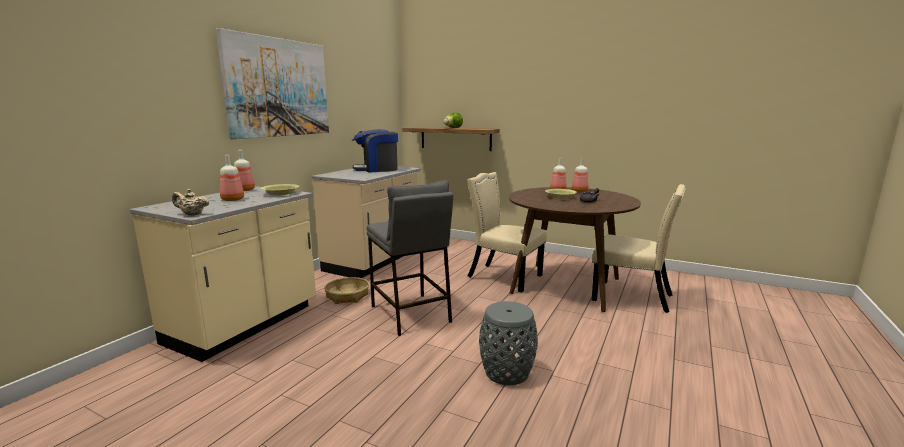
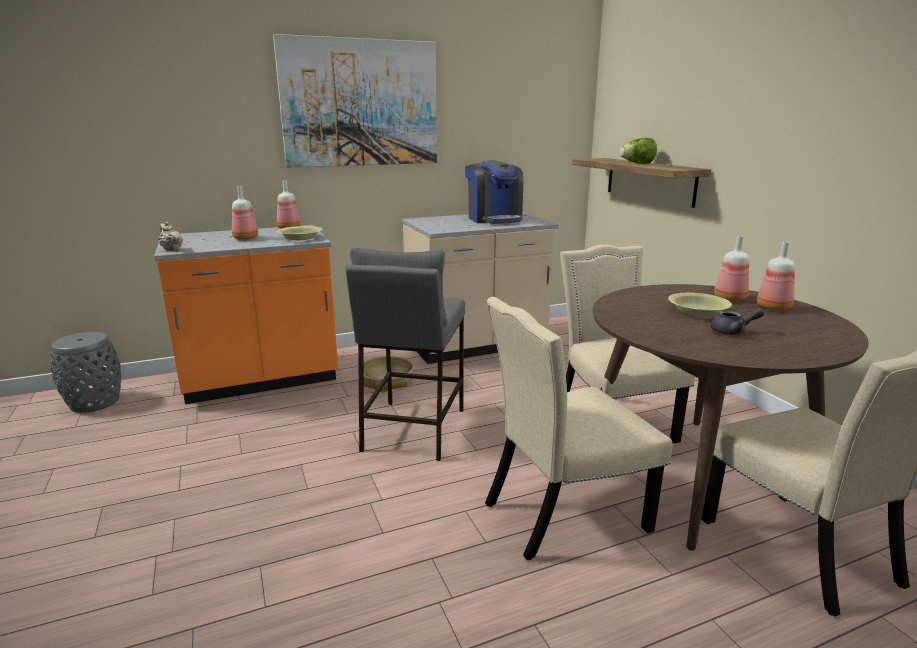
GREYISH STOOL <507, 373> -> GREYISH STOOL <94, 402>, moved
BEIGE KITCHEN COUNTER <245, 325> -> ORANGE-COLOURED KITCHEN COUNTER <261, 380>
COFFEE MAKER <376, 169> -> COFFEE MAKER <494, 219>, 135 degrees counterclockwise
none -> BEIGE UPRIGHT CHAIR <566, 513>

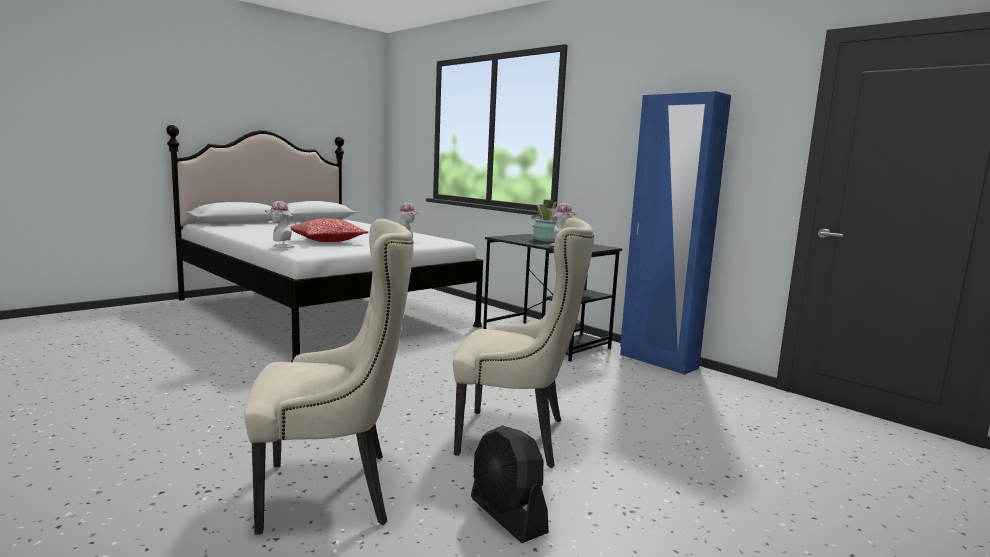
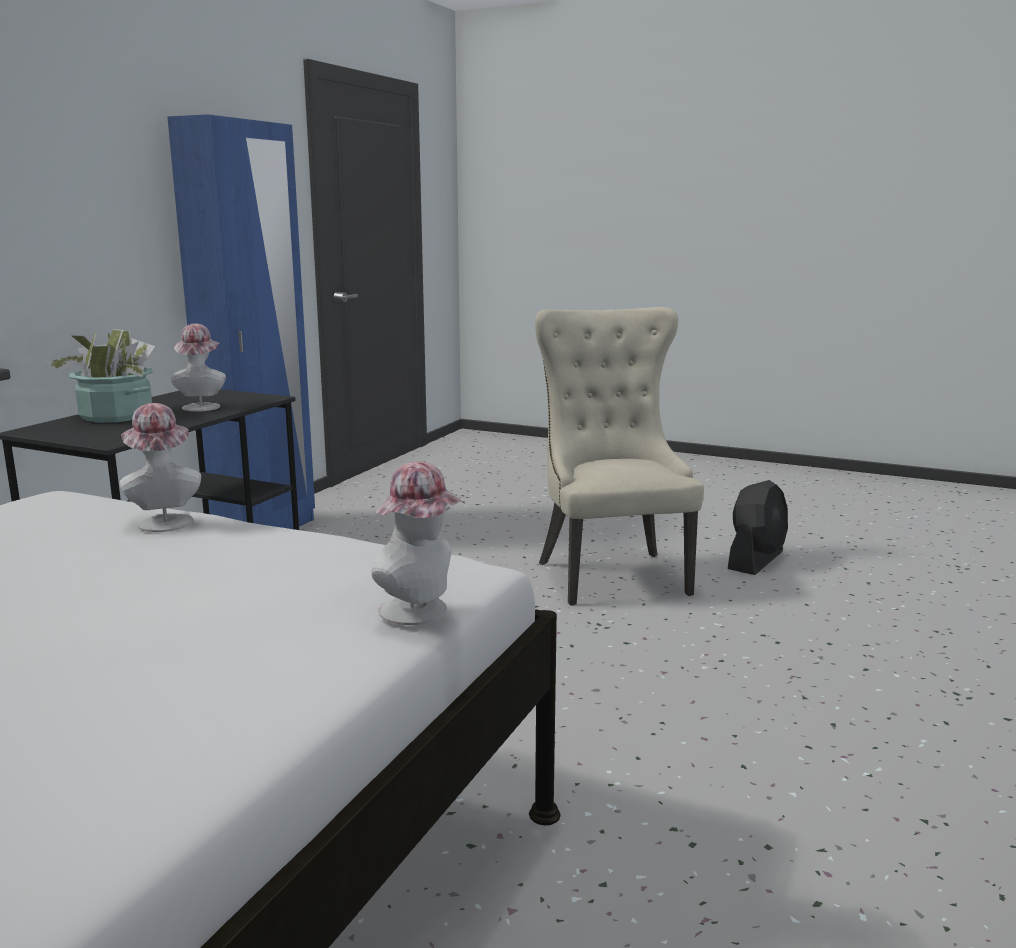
BEIGE UPRIGHT CHAIR <332, 491> -> none
THROW PILLOW <327, 240> -> none

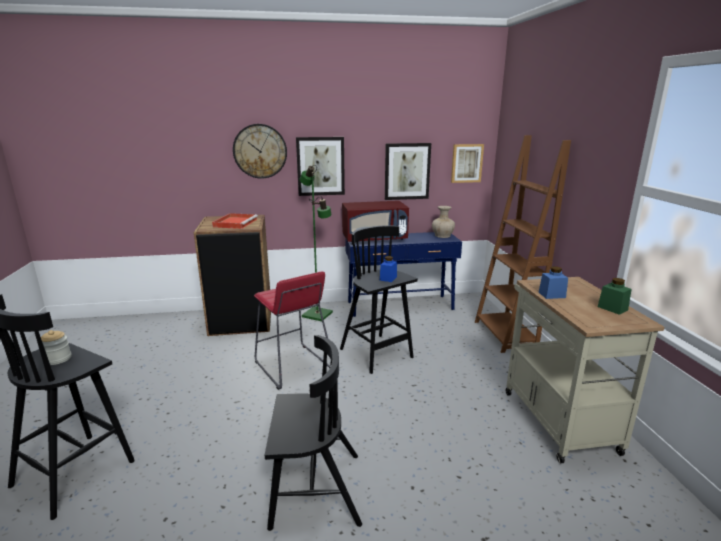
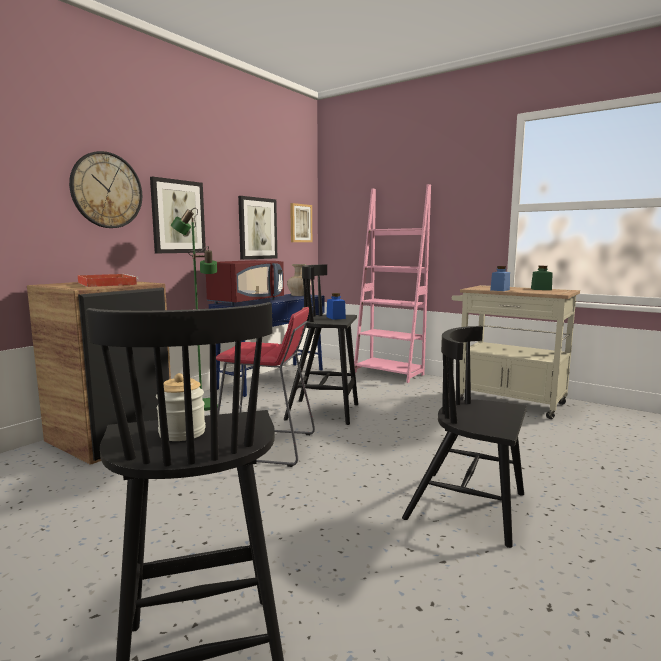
BROWN SHELVING UNIT <505, 335> -> PINKISH SHELVING UNIT <388, 373>
BLACK-COLOURED UPRIGHT CHAIR <310, 489> -> BLACK-COLOURED UPRIGHT CHAIR <473, 507>, 105 degrees counterclockwise

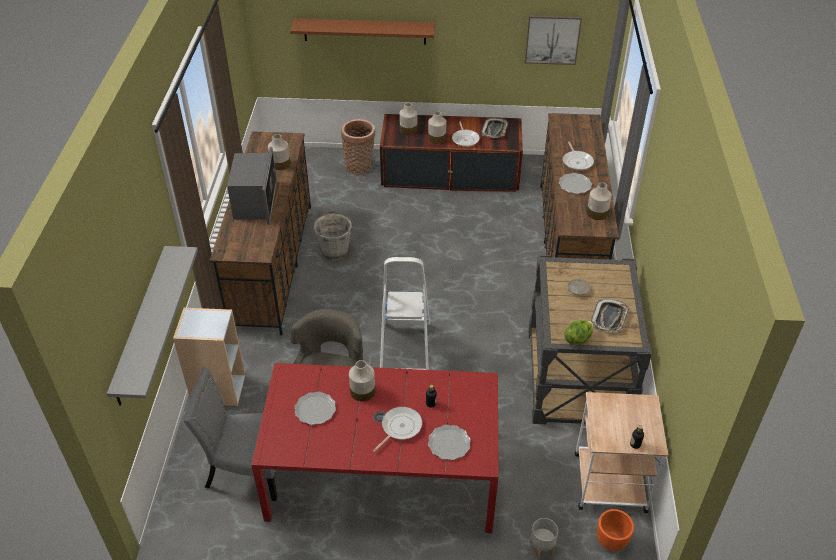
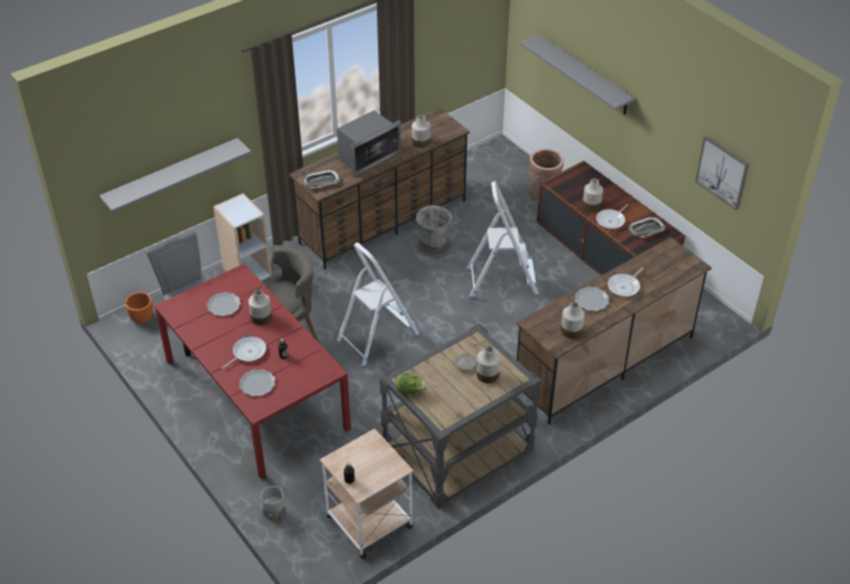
ORANGE-COLOURED PLANT POT <611, 541> -> ORANGE-COLOURED PLANT POT <141, 318>, moved
SKILLET <400, 427> -> SKILLET <247, 352>, 45 degrees counterclockwise
CARRYING TRAY <609, 318> -> CARRYING TRAY <321, 182>, moved
none -> WHITE STEPLADDER <503, 283>
BEIGE FLOWER VASE <408, 129> -> BEIGE FLOWER VASE <487, 375>, moved
BROWN BRACKET SHELF <364, 31> -> GREYISH BRACKET SHELF <584, 75>

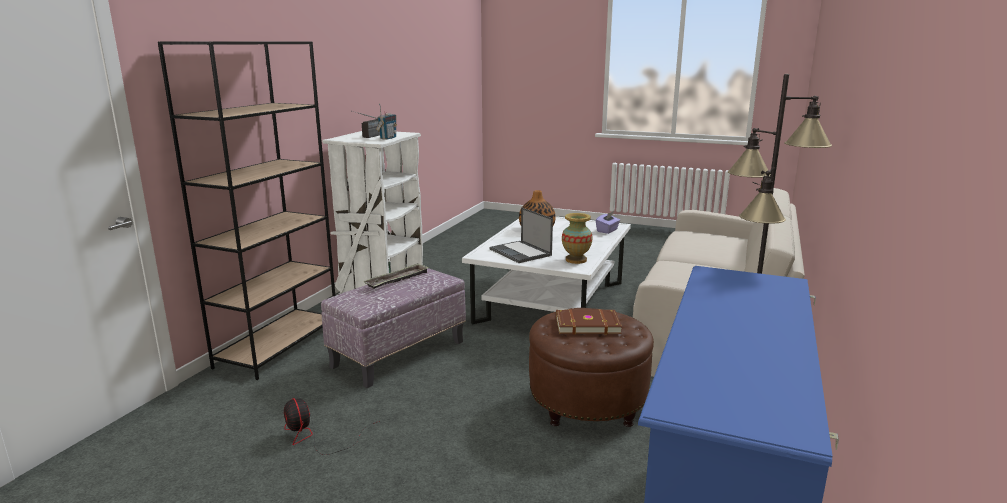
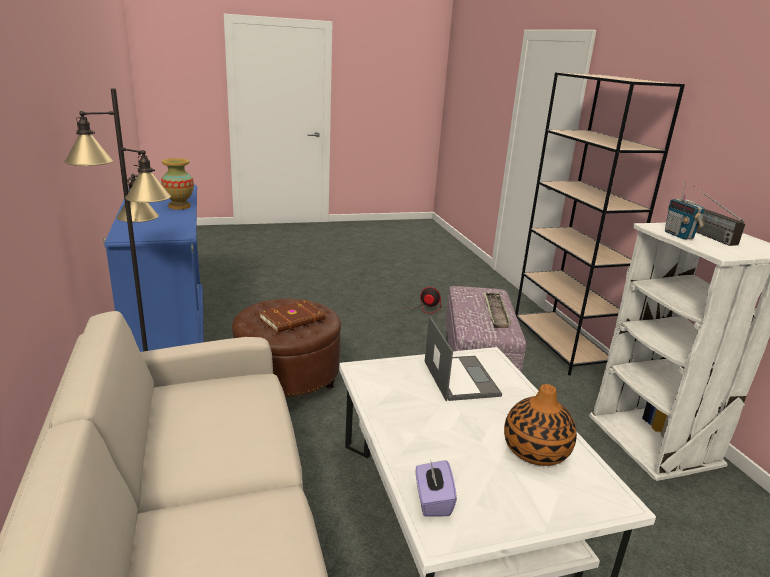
FLOWER VASE <576, 260> -> FLOWER VASE <179, 206>, moved
LAPTOP <521, 252> -> LAPTOP <460, 378>, 60 degrees clockwise

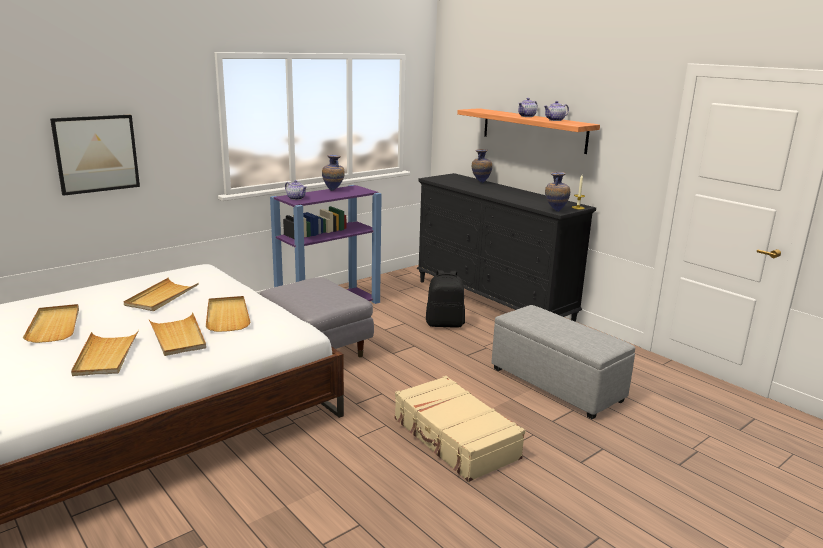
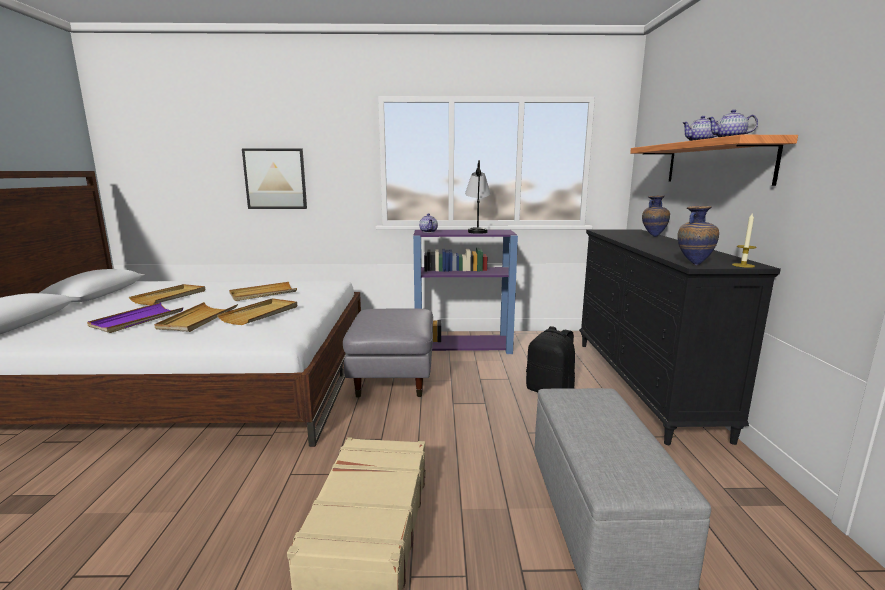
BEIGE CARRYING TRAY <106, 356> -> PURPLE CARRYING TRAY <137, 320>
FLOWER VASE <333, 190> -> LAMP FOR A TABLE <477, 230>

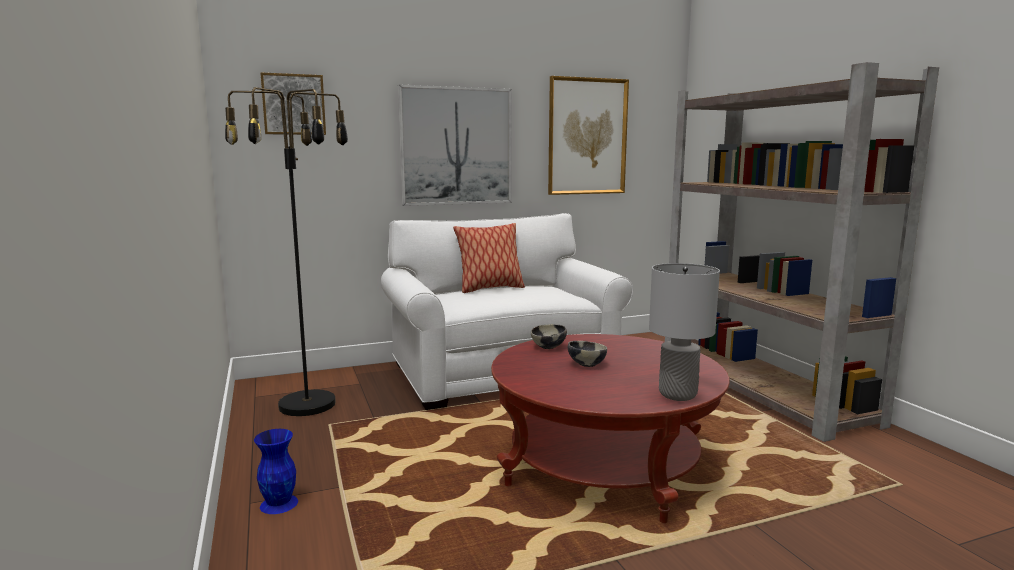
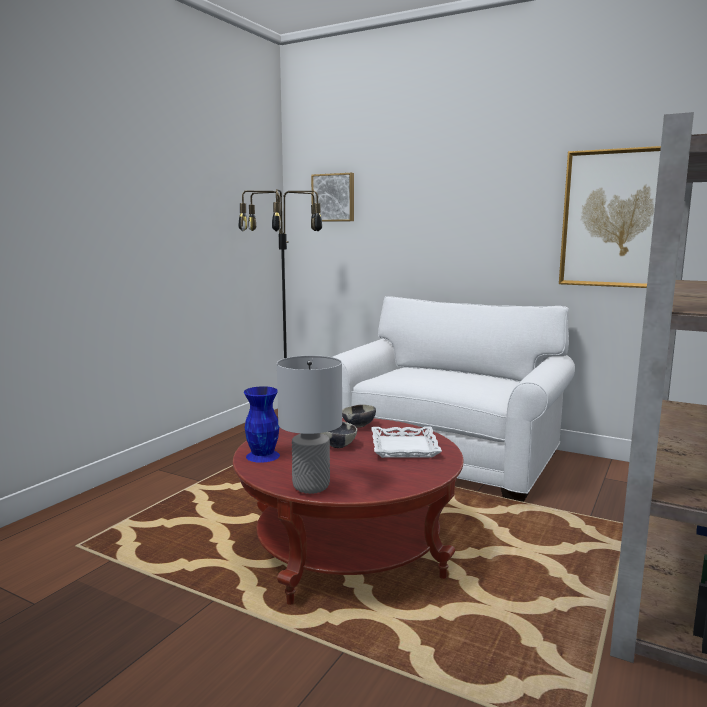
BLUE FLOWER VASE <279, 503> -> BLUE FLOWER VASE <263, 456>, moved
none -> WHITE CARRYING TRAY <405, 447>
PICTURE <456, 146> -> none
THROW PILLOW <490, 289> -> none

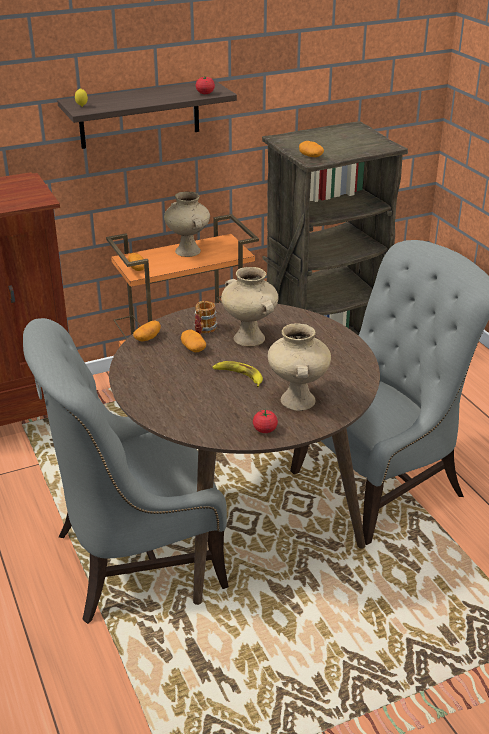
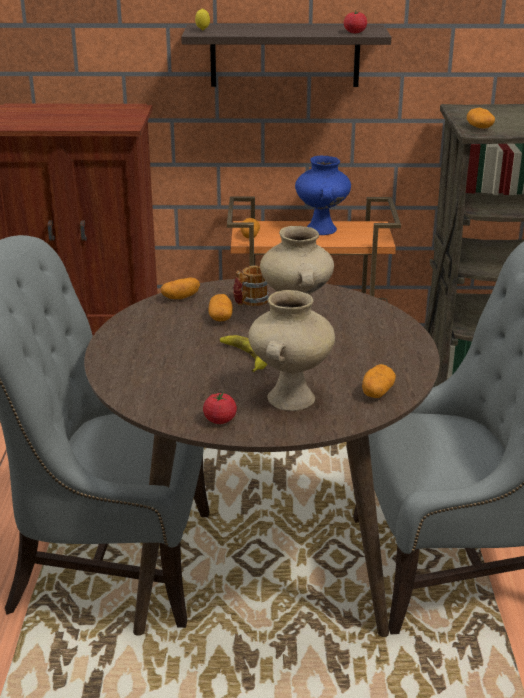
BEIGE FLOWER VASE <188, 251> -> BLUE FLOWER VASE <322, 230>
none -> WHOLE POTATO <377, 392>

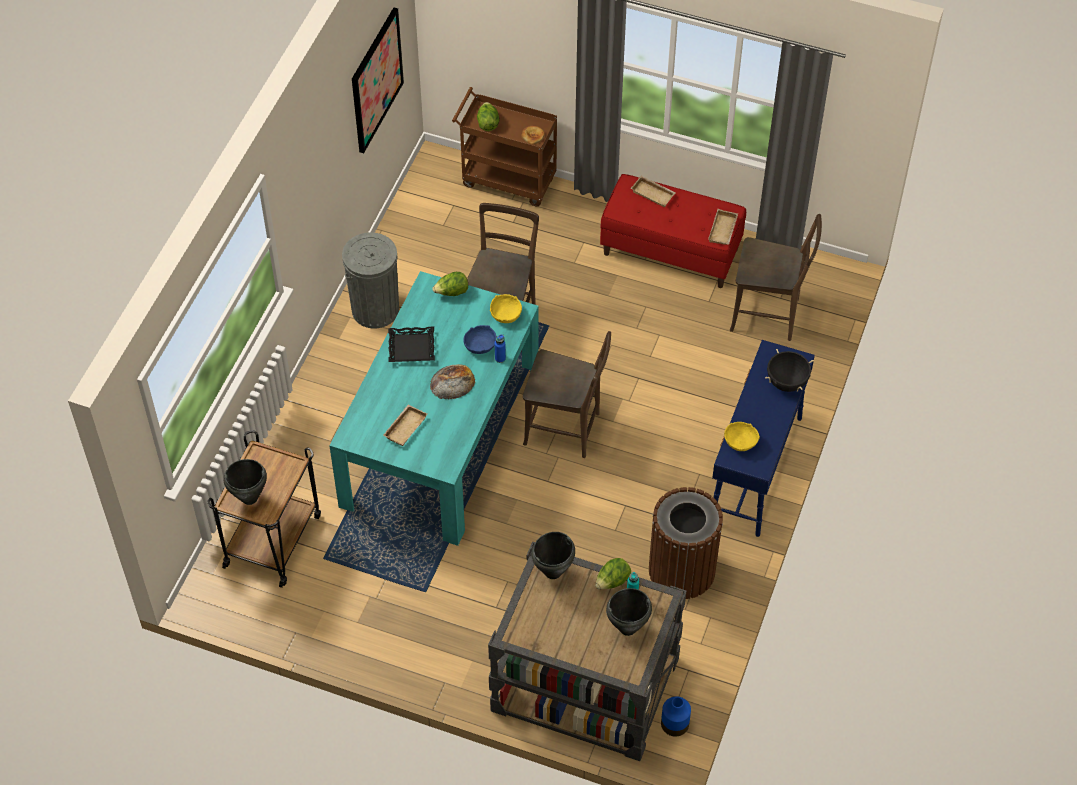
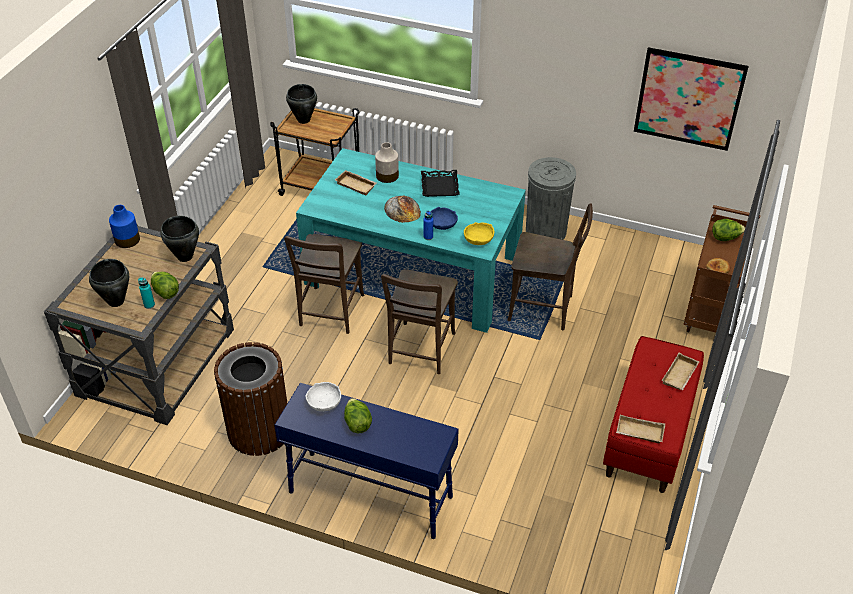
BLUE FLOWER VASE <674, 723> -> BLUE FLOWER VASE <127, 239>, moved
BROWN UPRIGHT CHAIR <769, 315> -> BROWN UPRIGHT CHAIR <330, 313>, moved
YELLOW-COLOURED DEEP DISH <740, 441> -> WHITE DEEP DISH <324, 403>
LETTUCE HEAD <452, 292> -> LETTUCE HEAD <357, 423>, moved
none -> BEIGE FLOWER VASE <387, 175>
BLACK-COLOURED STOCKPOT <787, 382> -> none

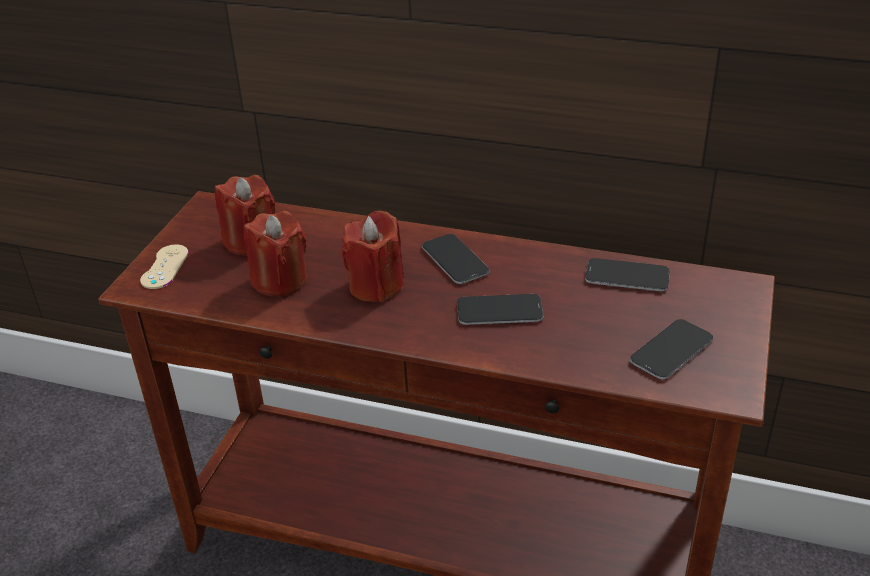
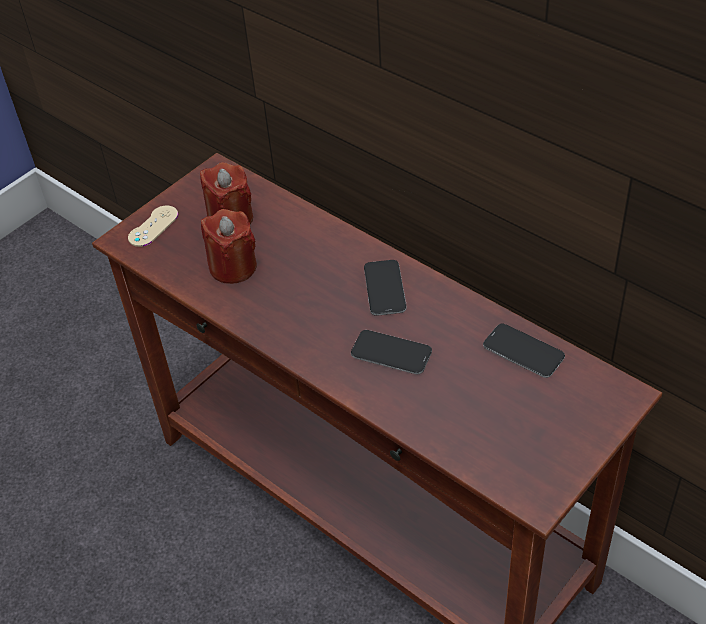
REDDISH WAX LIGHT <376, 285> -> none
TELEPHONE <671, 351> -> none

